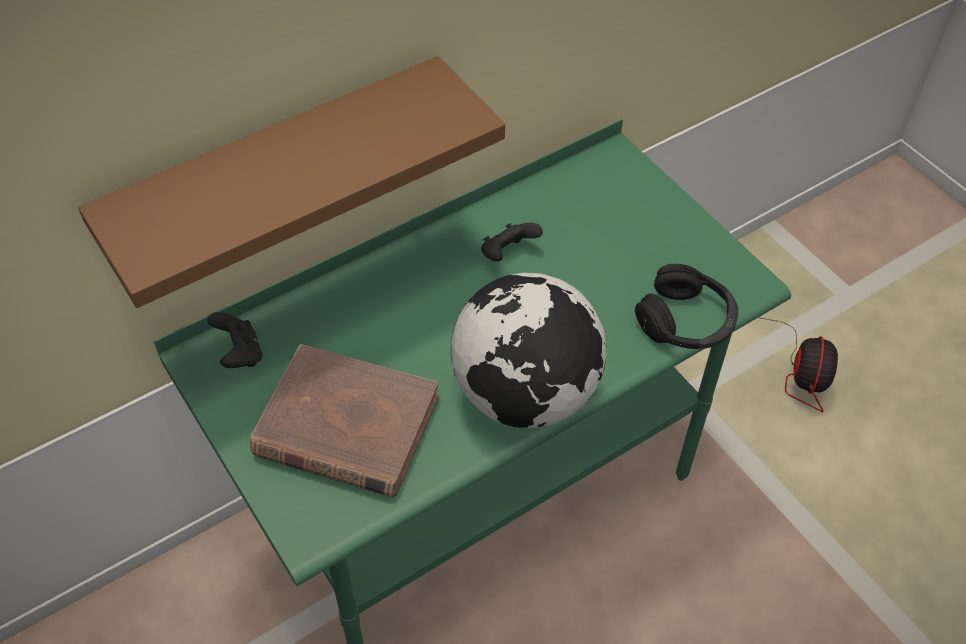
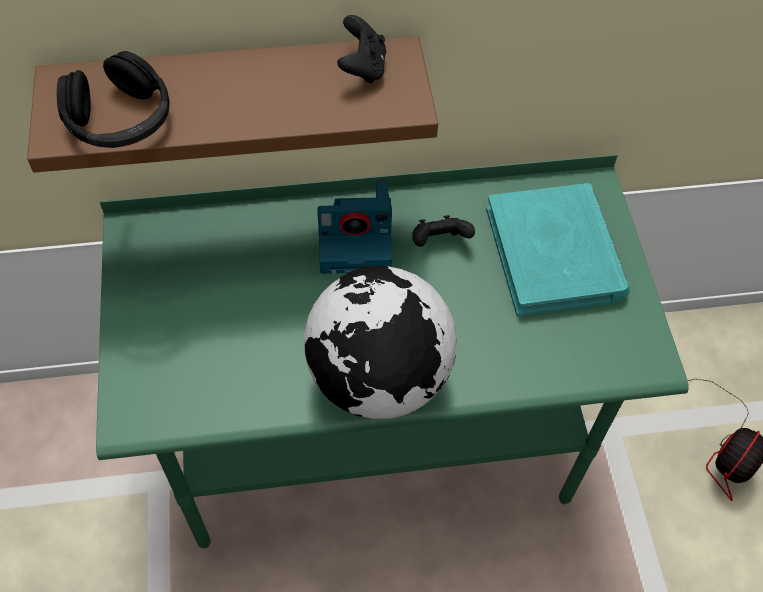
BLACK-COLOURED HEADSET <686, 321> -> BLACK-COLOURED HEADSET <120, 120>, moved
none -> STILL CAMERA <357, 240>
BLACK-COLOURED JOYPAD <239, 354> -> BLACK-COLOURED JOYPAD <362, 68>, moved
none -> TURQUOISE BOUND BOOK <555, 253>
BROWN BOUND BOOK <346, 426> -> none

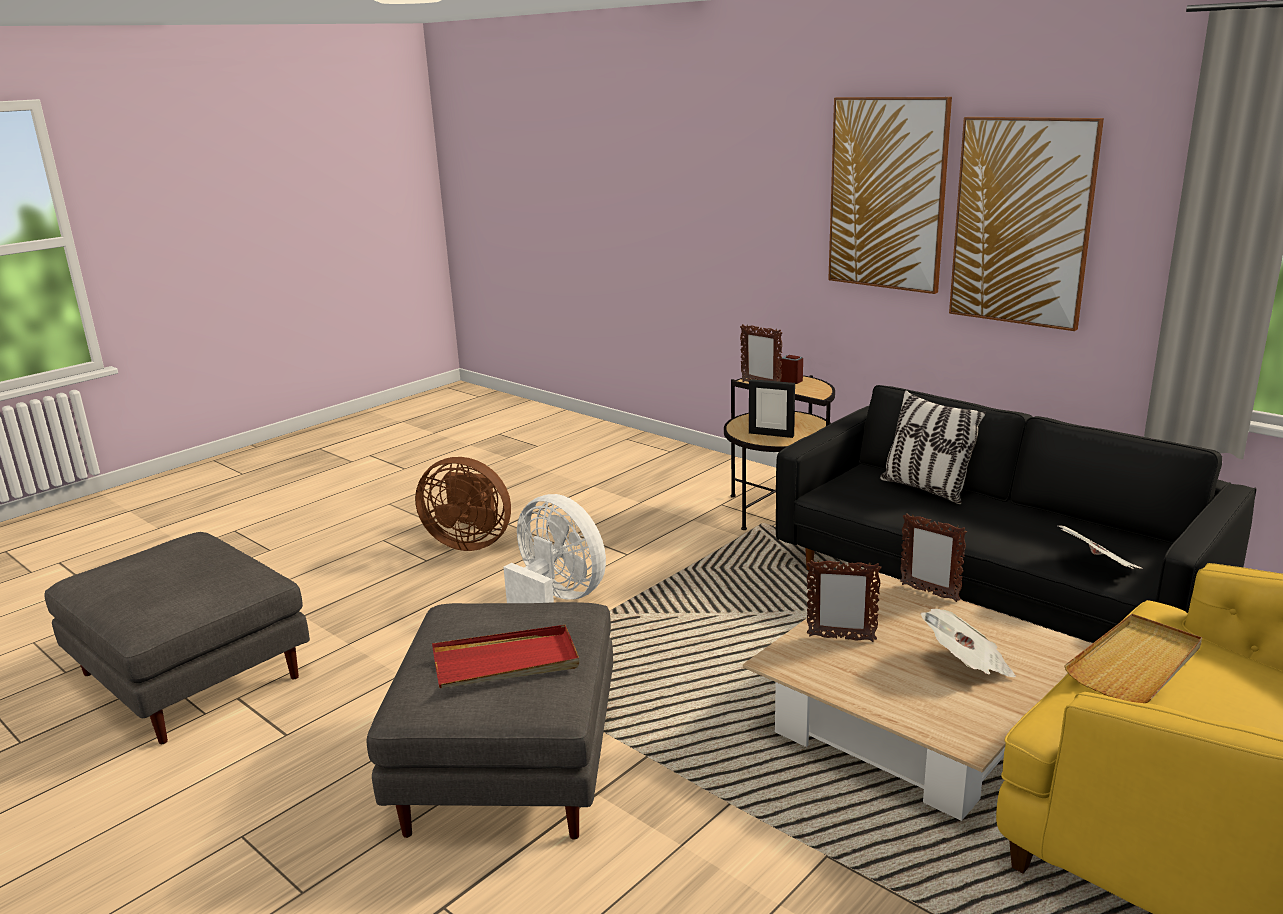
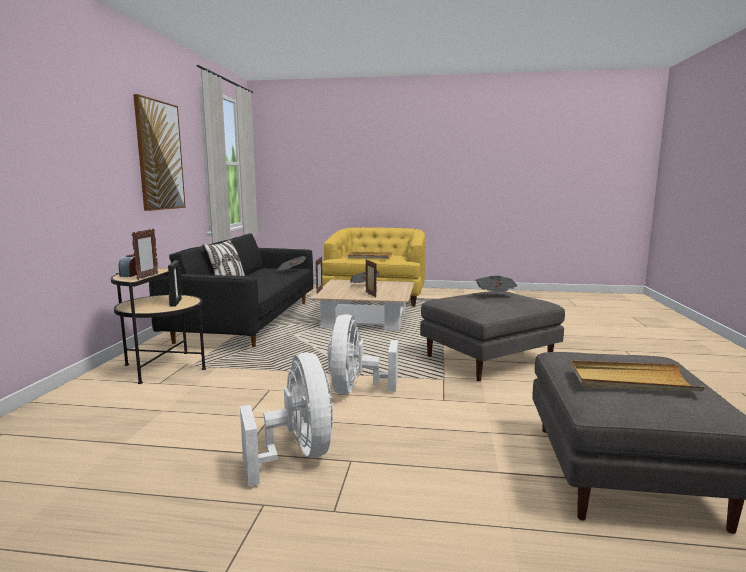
BROWN FAN <469, 542> -> WHITE FAN <298, 455>
REDDISH CARRYING TRAY <506, 662> -> DAILY PAPER <495, 295>
none -> BEIGE CARRYING TRAY <630, 381>
PICTURE <887, 194> -> none

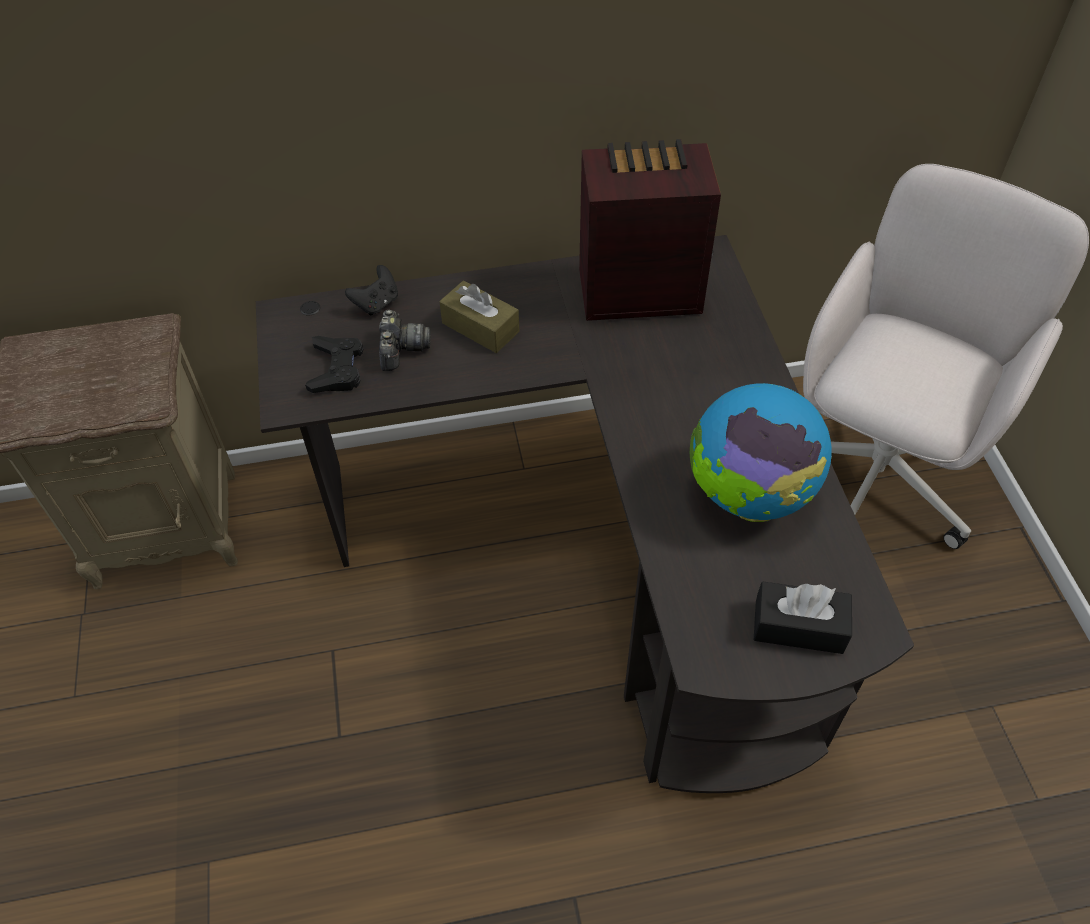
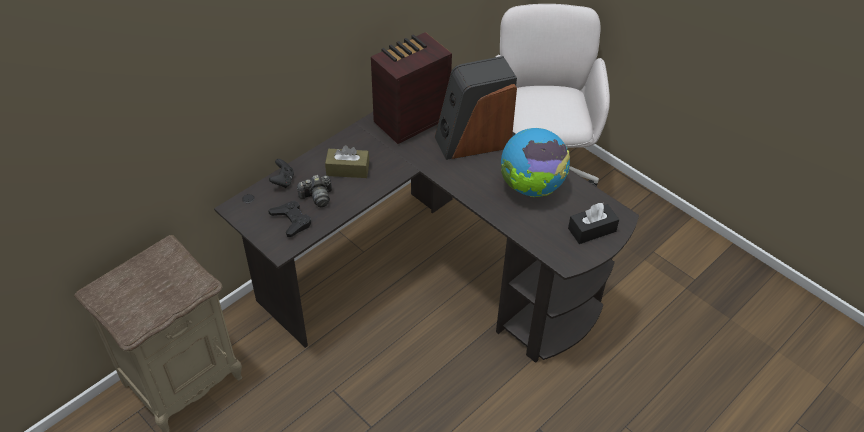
STILL CAMERA <401, 350> -> STILL CAMERA <317, 197>, 105 degrees clockwise
none -> AUDIO SPEAKER <473, 141>

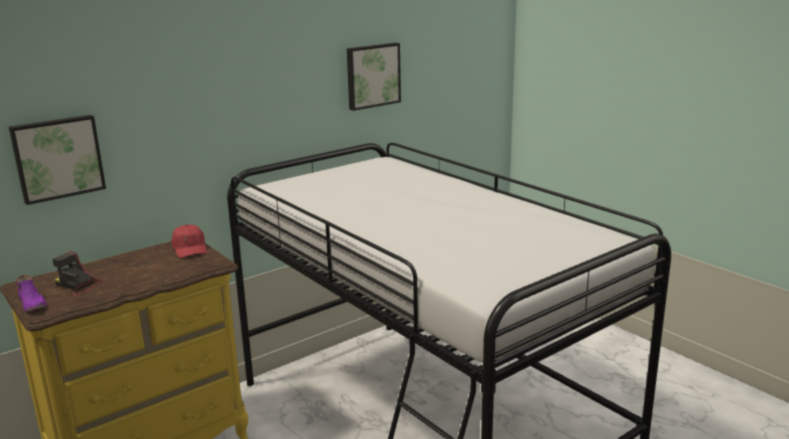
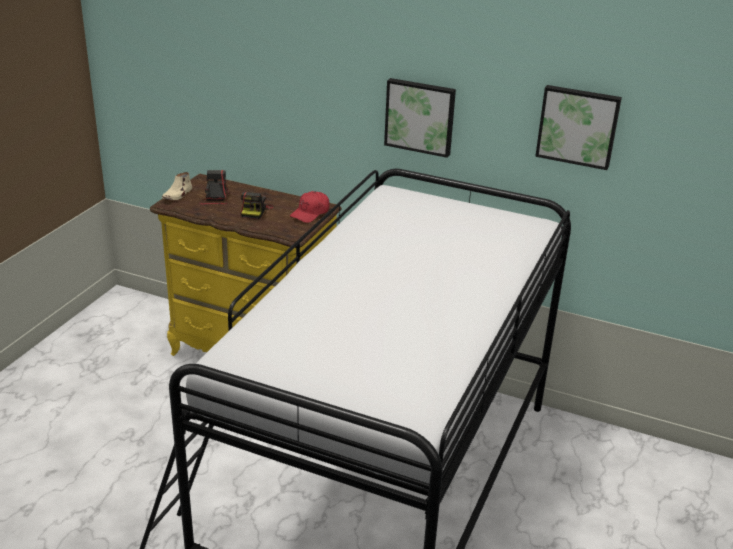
PURPLE LOW SHOE <33, 304> -> BEIGE LOW SHOE <178, 195>
none -> STILL CAMERA <255, 211>
PICTURE <58, 158> -> PICTURE <420, 116>, moved

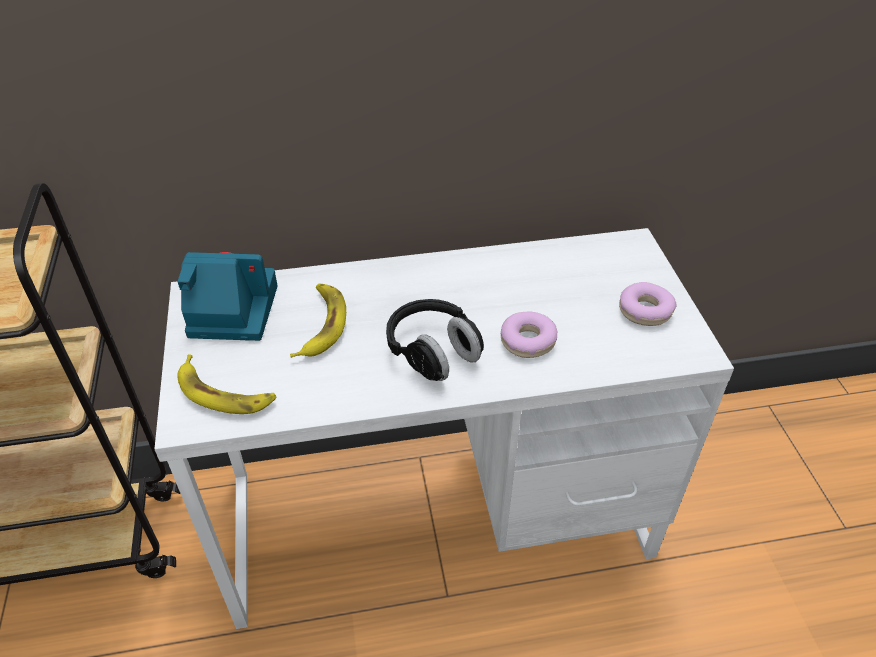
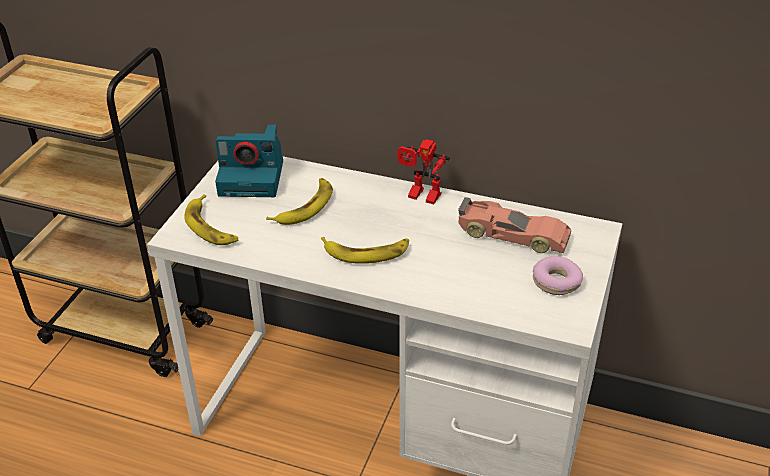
STILL CAMERA <230, 311> -> STILL CAMERA <253, 177>, 150 degrees clockwise
BLACK-COLOURED HEADSET <433, 353> -> BANANA <366, 252>
none -> MODEL ROBOT <420, 197>
none -> TOY CAR <512, 235>
RING DOUGHNUT <528, 341> -> none

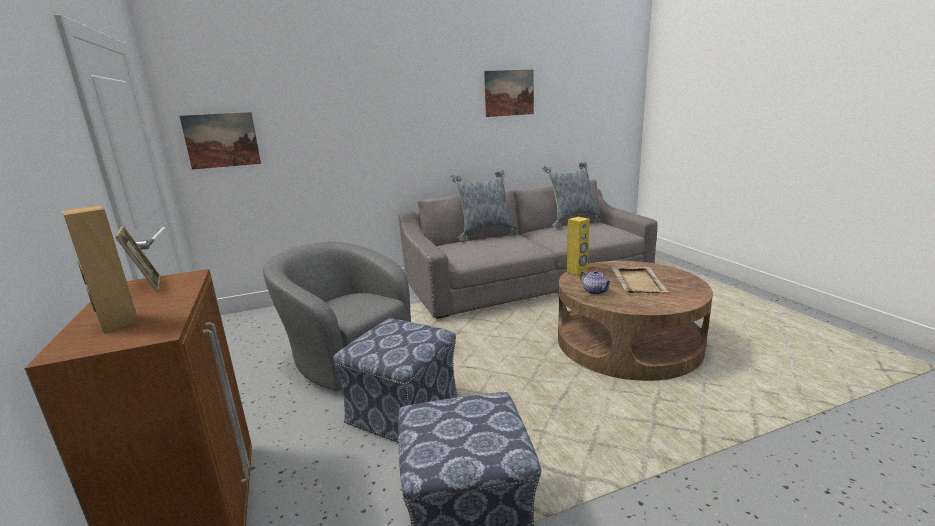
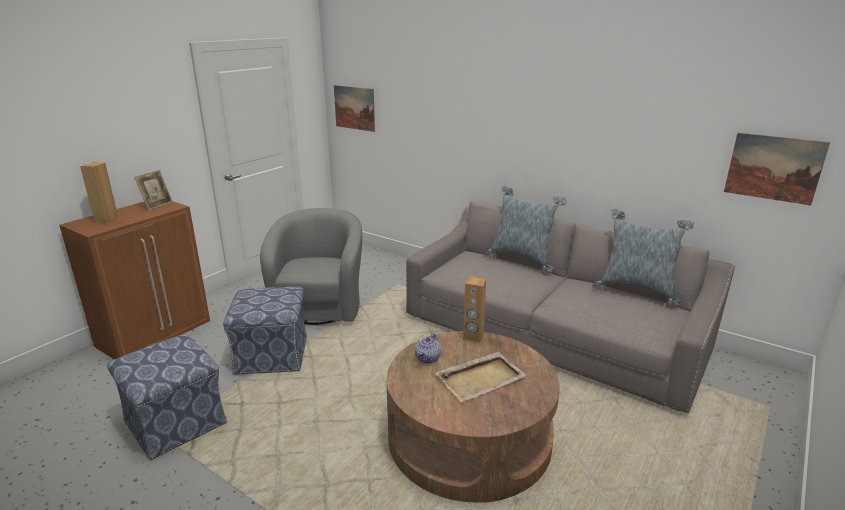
YELLOW-COLOURED AUDIO SPEAKER <577, 272> -> BROWN AUDIO SPEAKER <473, 337>
PICTURE <509, 93> -> PICTURE <773, 168>, moved

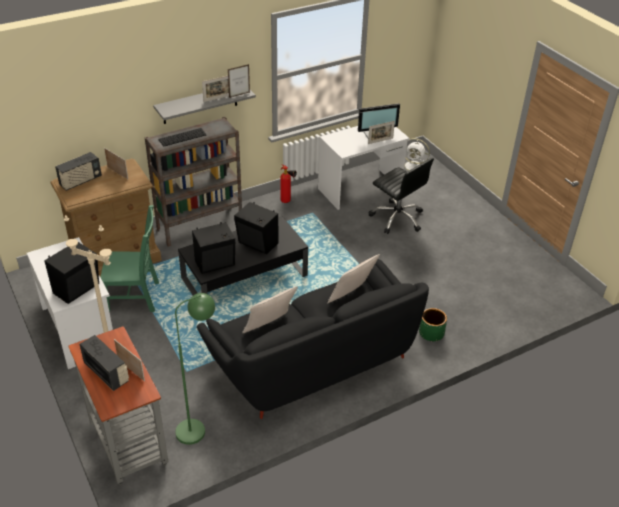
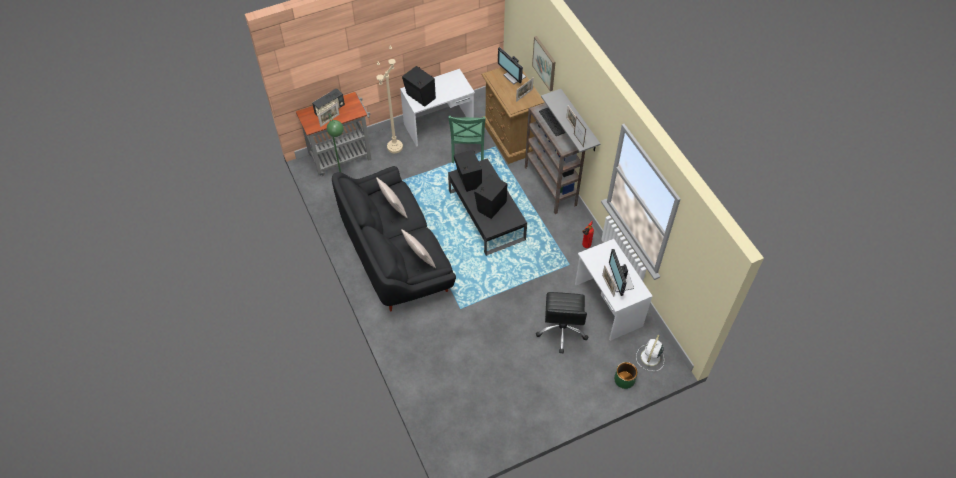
RADIO SET <80, 181> -> COMPUTER SCREEN <514, 76>
none -> PICTURE <544, 63>
BLACK-COLOURED DESK CHAIR <397, 218> -> BLACK-COLOURED DESK CHAIR <562, 330>, 45 degrees counterclockwise
GREEN-COLOURED PLANT POT <431, 333> -> GREEN-COLOURED PLANT POT <624, 379>, moved

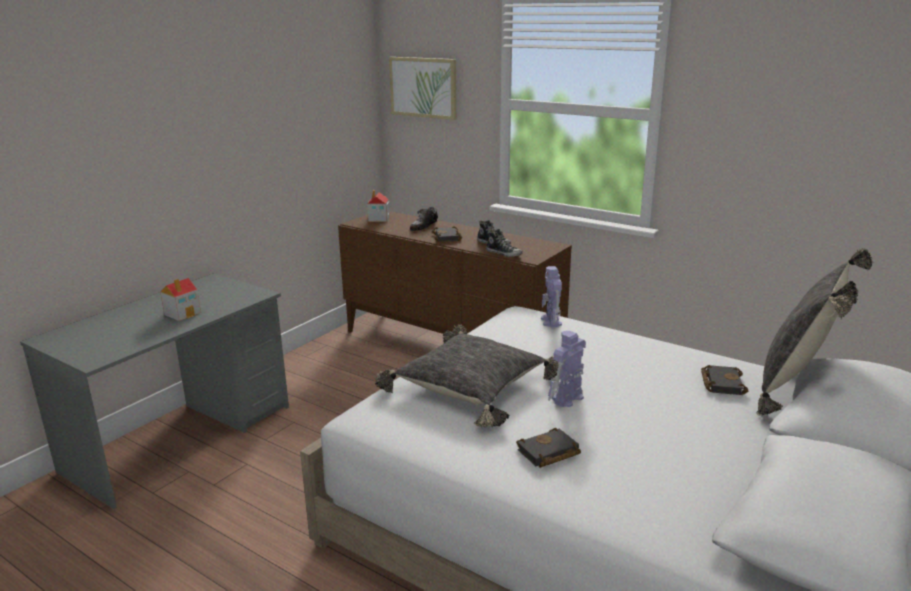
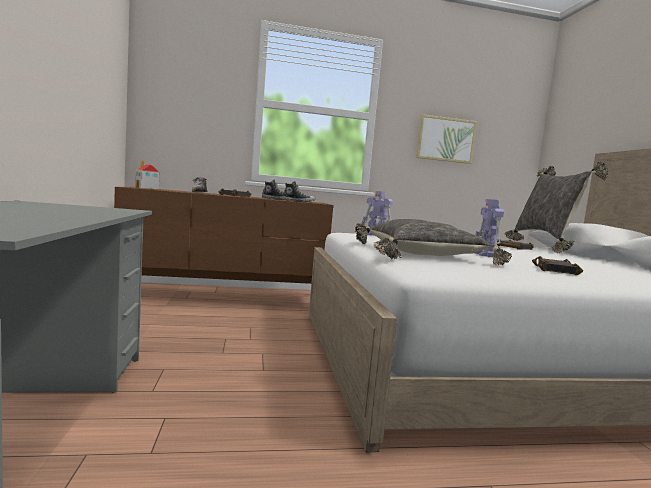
PICTURE <423, 87> -> PICTURE <445, 139>, moved
MINIATURE HOUSE <183, 313> -> none

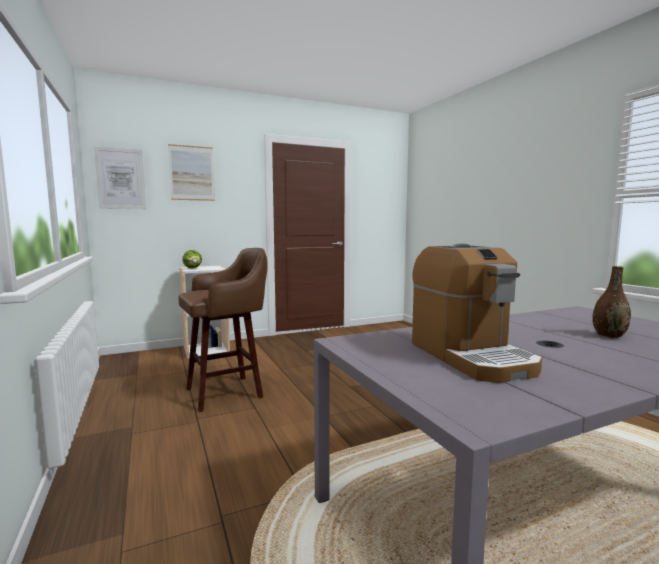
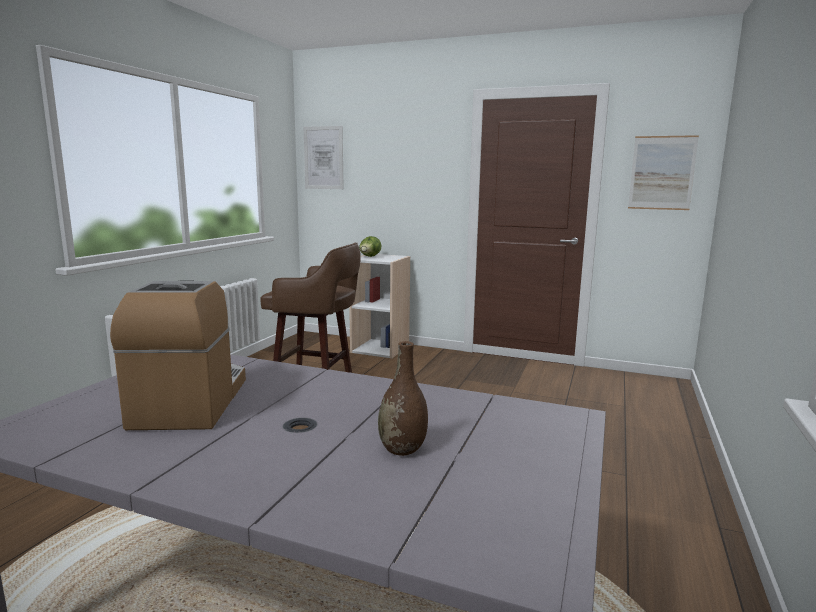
COFFEE MAKER <470, 356> -> COFFEE MAKER <191, 402>, 150 degrees clockwise
PICTURE <192, 173> -> PICTURE <662, 173>, moved

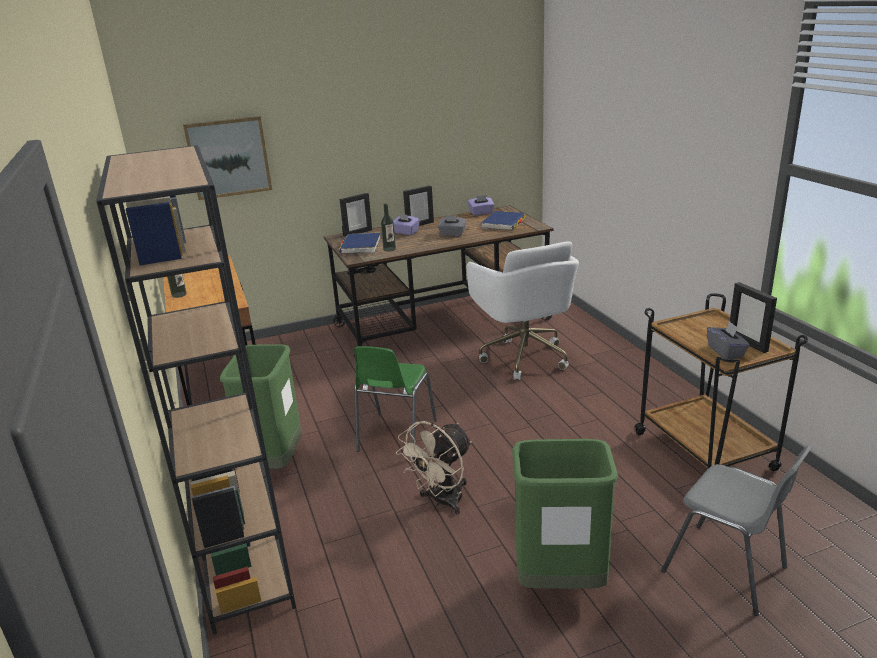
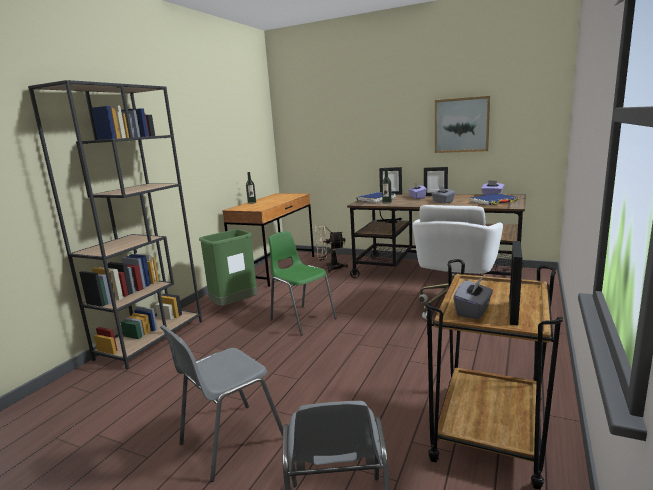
GREEN-COLOURED WASTE BIN <559, 582> -> GREYISH UPRIGHT CHAIR <229, 441>
GREEN-COLOURED UPRIGHT CHAIR <395, 437> -> GREEN-COLOURED UPRIGHT CHAIR <301, 319>, 75 degrees clockwise
BEIGE FAN <441, 501> -> BEIGE FAN <330, 268>, moved
PICTURE <228, 157> -> PICTURE <461, 125>, moved

